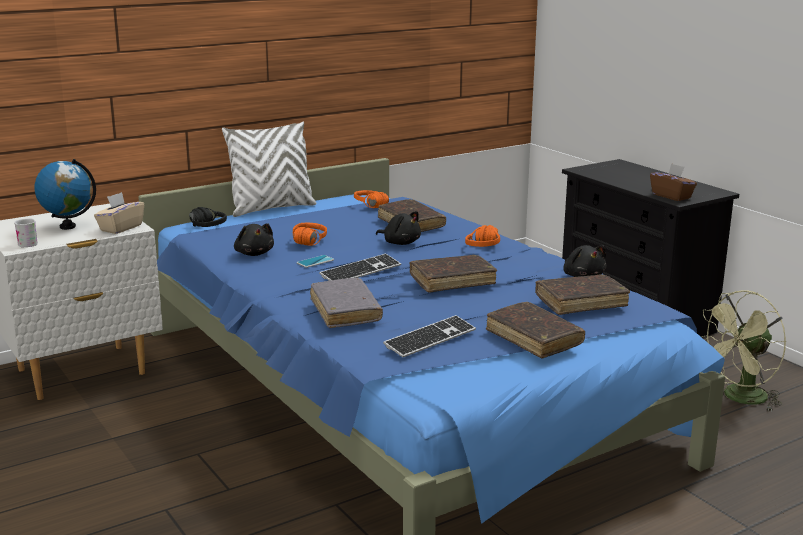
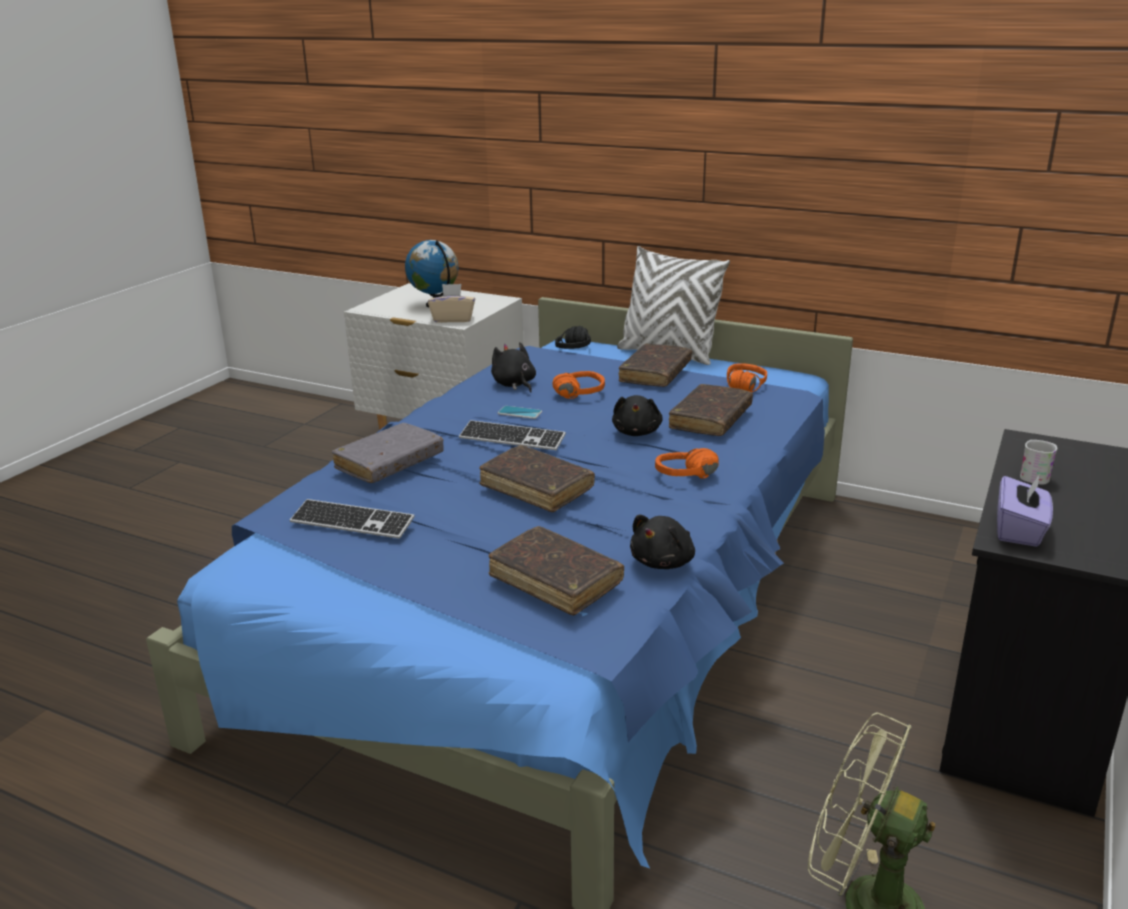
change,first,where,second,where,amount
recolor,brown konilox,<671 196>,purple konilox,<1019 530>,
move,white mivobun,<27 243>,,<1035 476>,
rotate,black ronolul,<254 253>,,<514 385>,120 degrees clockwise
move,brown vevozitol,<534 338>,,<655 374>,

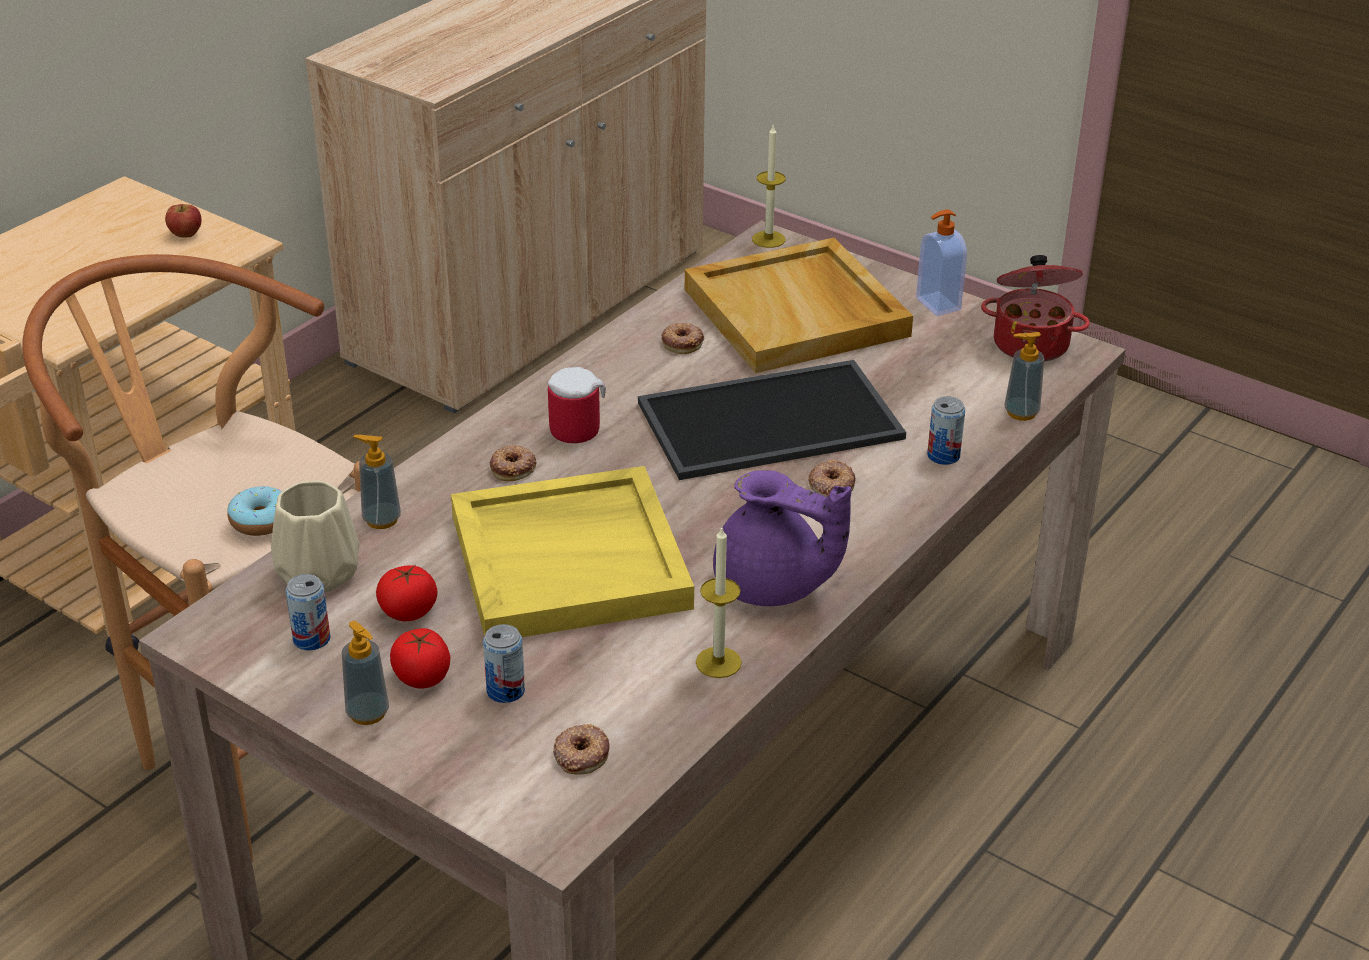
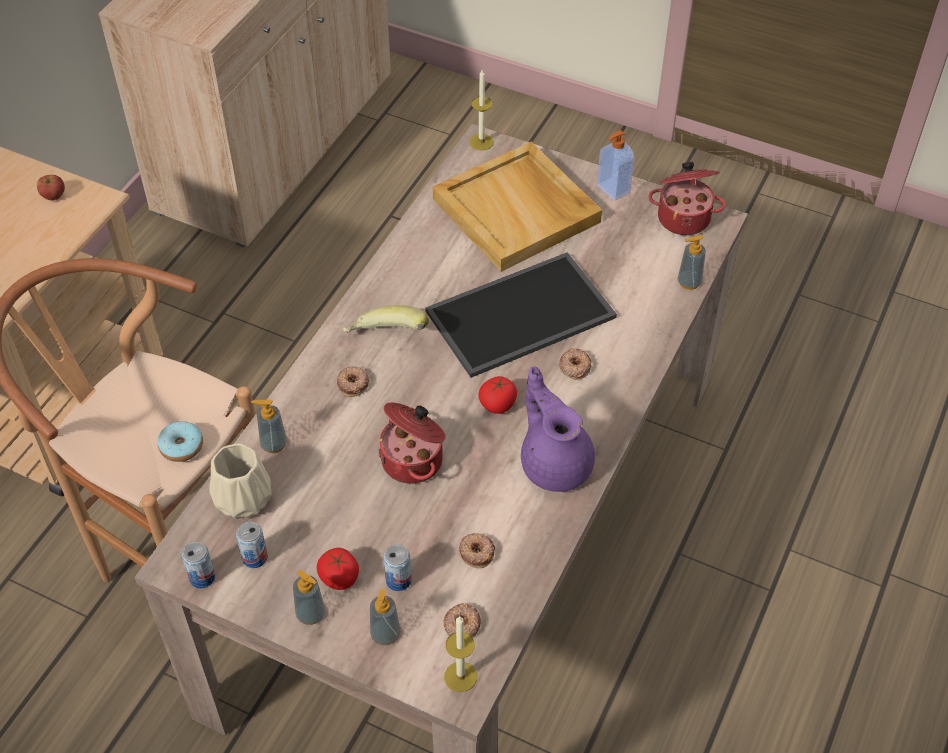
change,first,where,second,where,amount
move,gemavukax,<682 342>,,<477 552>,
replace,mivobun,<575 426>,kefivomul,<386 339>,
move,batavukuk,<943 456>,,<202 577>,
replace,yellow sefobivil,<571 559>,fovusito,<414 460>,
rotate,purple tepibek,<772 587>,,<555 463>,135 degrees counterclockwise
move,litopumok,<718 662>,,<460 676>,
move,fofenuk,<408 611>,,<497 404>,
insert,,,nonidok,<385 634>,

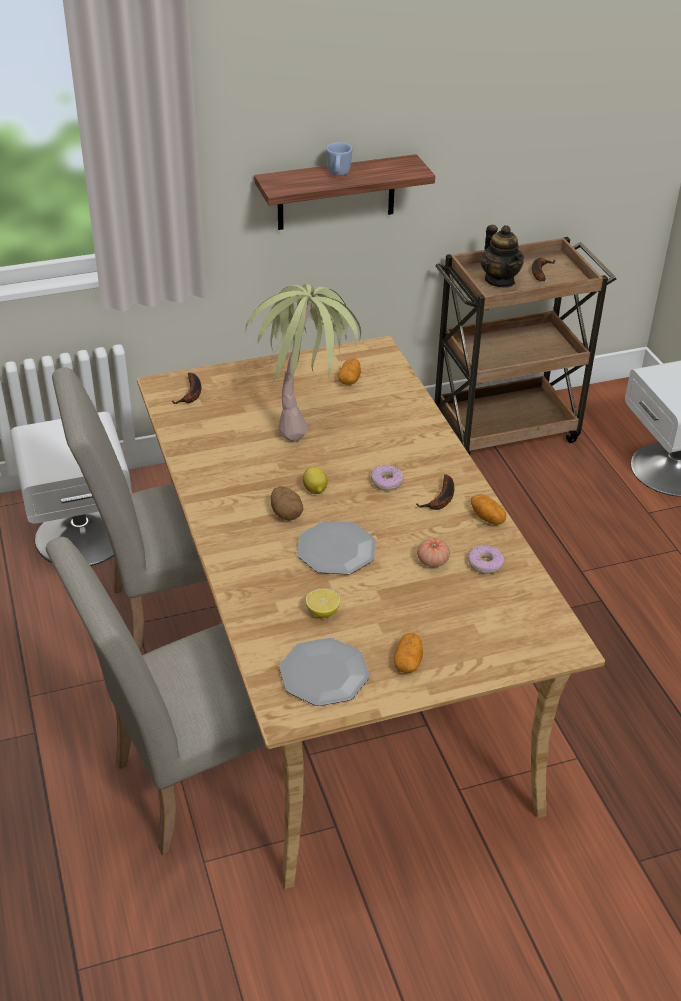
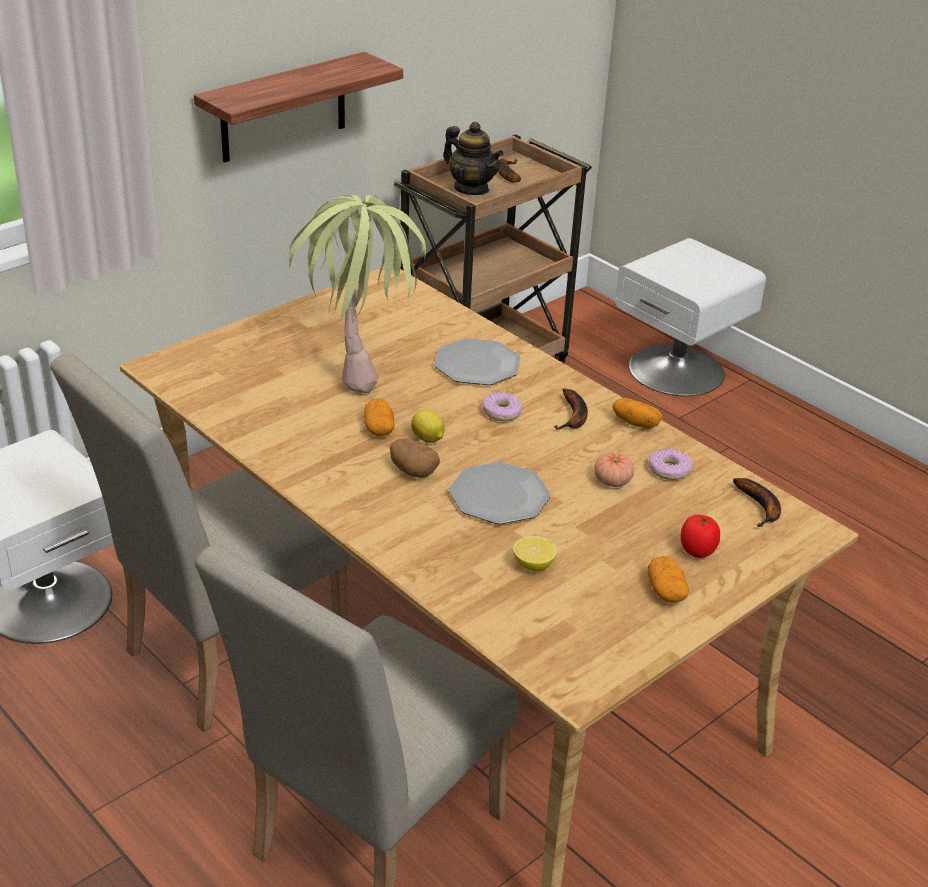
change,first,where,second,where,amount
delete,blue mivobun,<338 174>,,,
move,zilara,<349 379>,,<379 428>,
move,kefivomul,<191 394>,,<761 507>,
move,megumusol,<324 674>,,<477 365>,
insert,,,fofenuk,<697 551>,

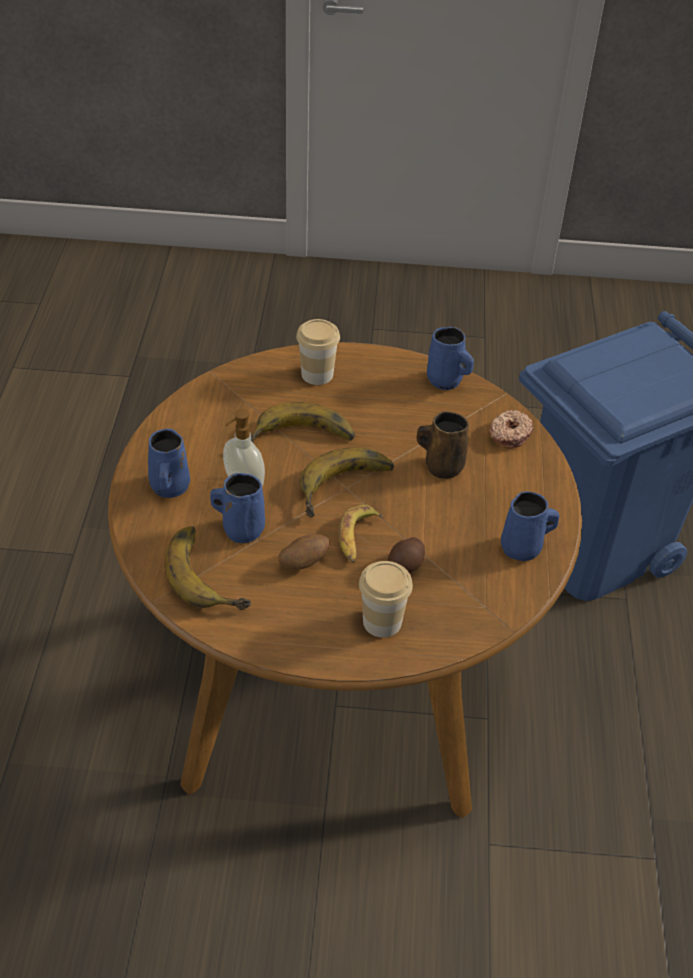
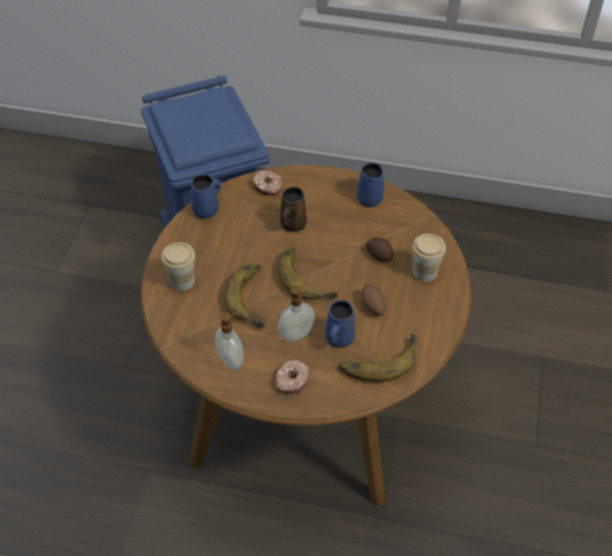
change,first,where,second,where,amount
replace,blue mivobun,<169 488>,gemavukax,<292 380>,
delete,kefivomul,<357 538>,,,
insert,,,nonidok,<231 360>,

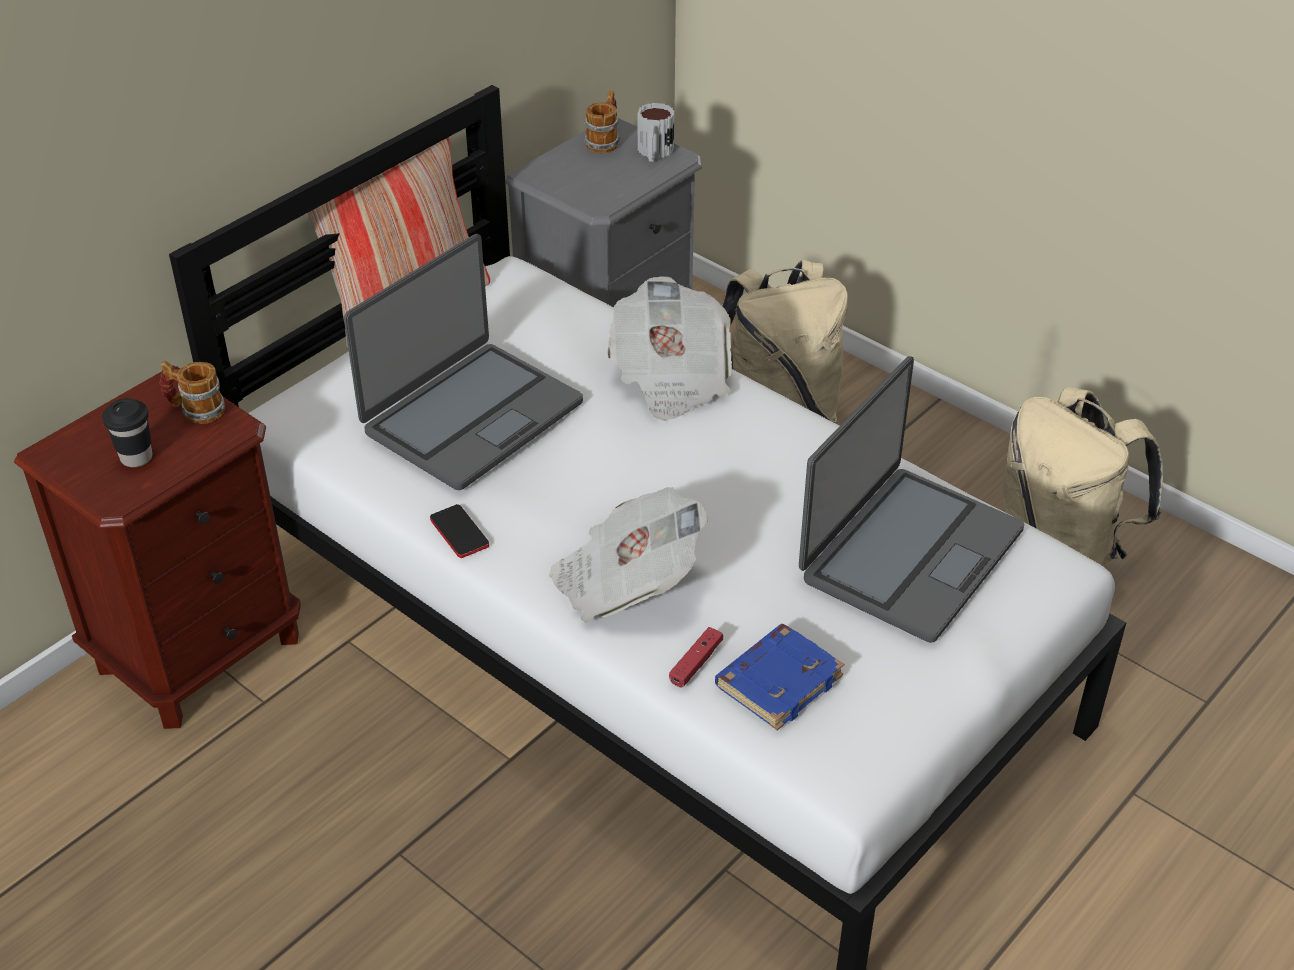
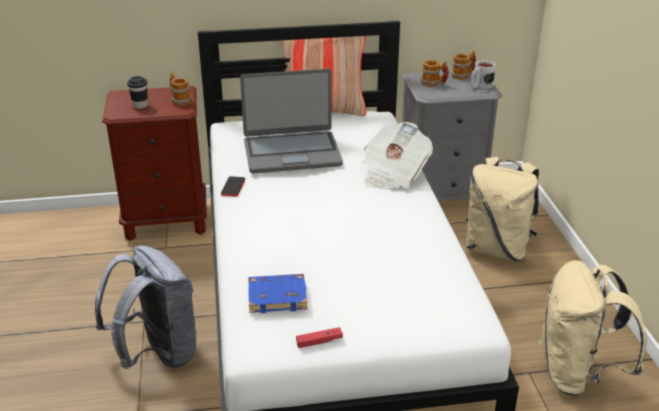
change,first,where,second,where,amount
delete,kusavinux,<909 554>,,,
delete,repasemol,<626 582>,,,
move,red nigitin,<696 663>,,<319 342>,
insert,,,mivobun,<434 83>,
insert,,,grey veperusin,<157 354>,

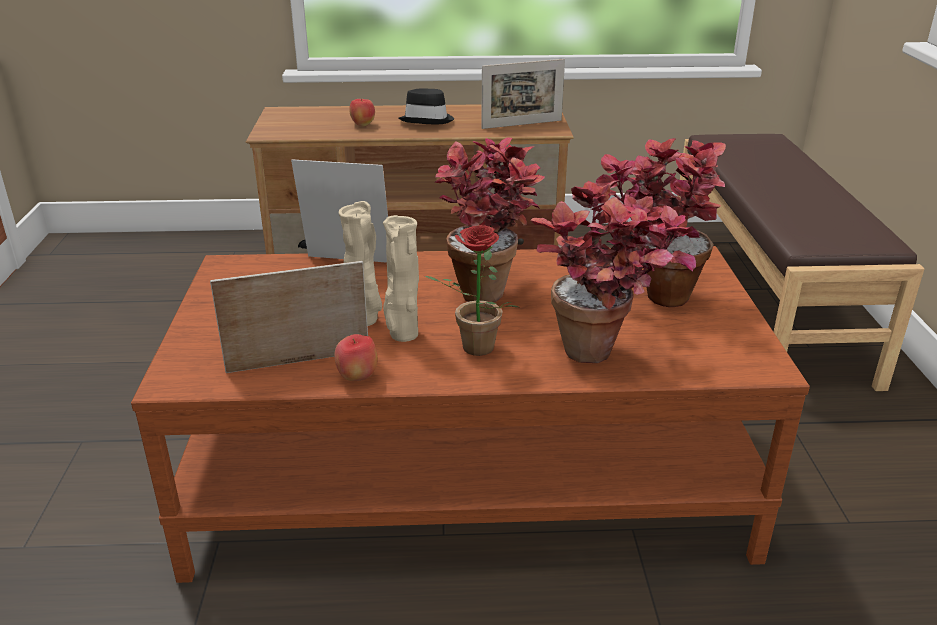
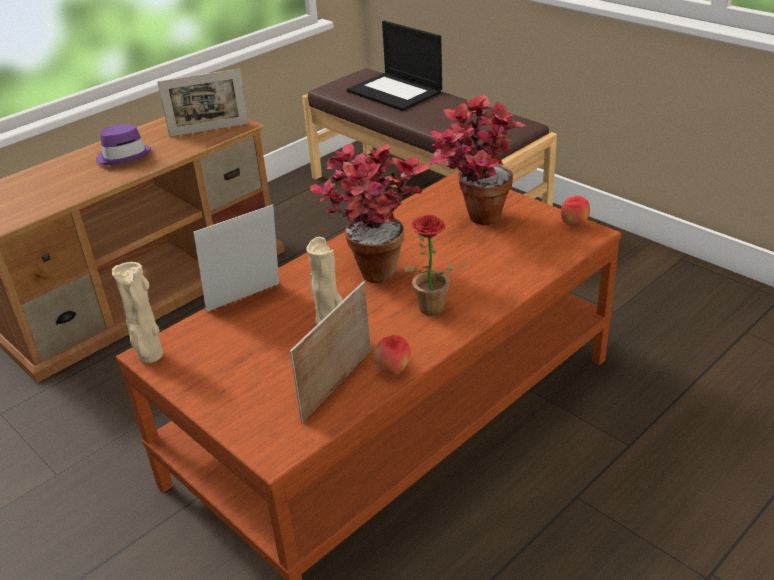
change,first,where,second,where,amount
rotate,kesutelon,<522 124>,,<209 129>,45 degrees clockwise
recolor,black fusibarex,<427 120>,purple fusibarex,<124 155>,
move,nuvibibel,<362 125>,,<574 224>,
delete,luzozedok,<604 358>,,,
move,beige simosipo,<403 335>,,<150 357>,
insert,,,kusavinux,<396 92>,

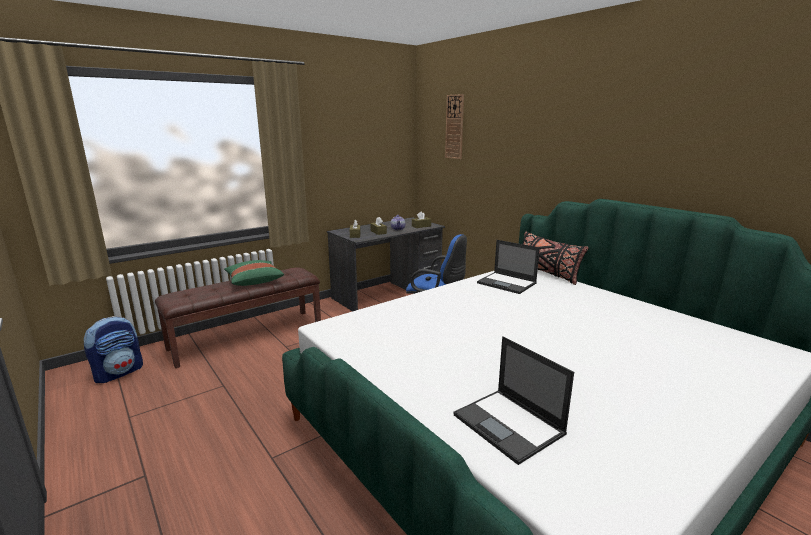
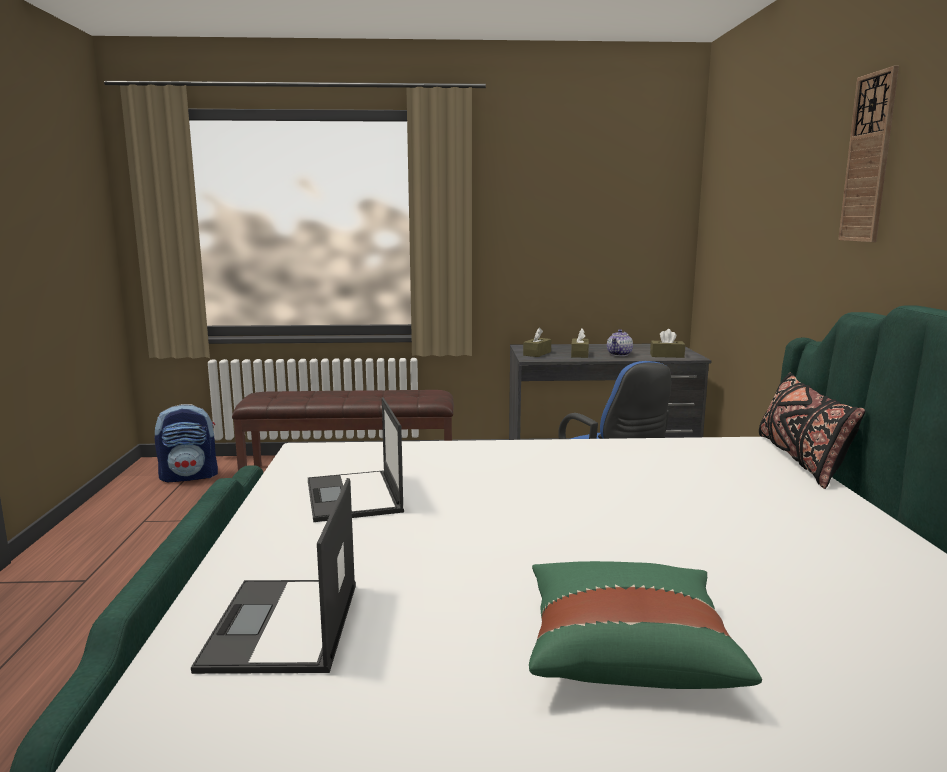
change,first,where,second,where,amount
move,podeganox,<454 127>,,<869 158>,
move,kusavinux,<507 283>,,<354 497>,
move,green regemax,<254 281>,,<627 652>,

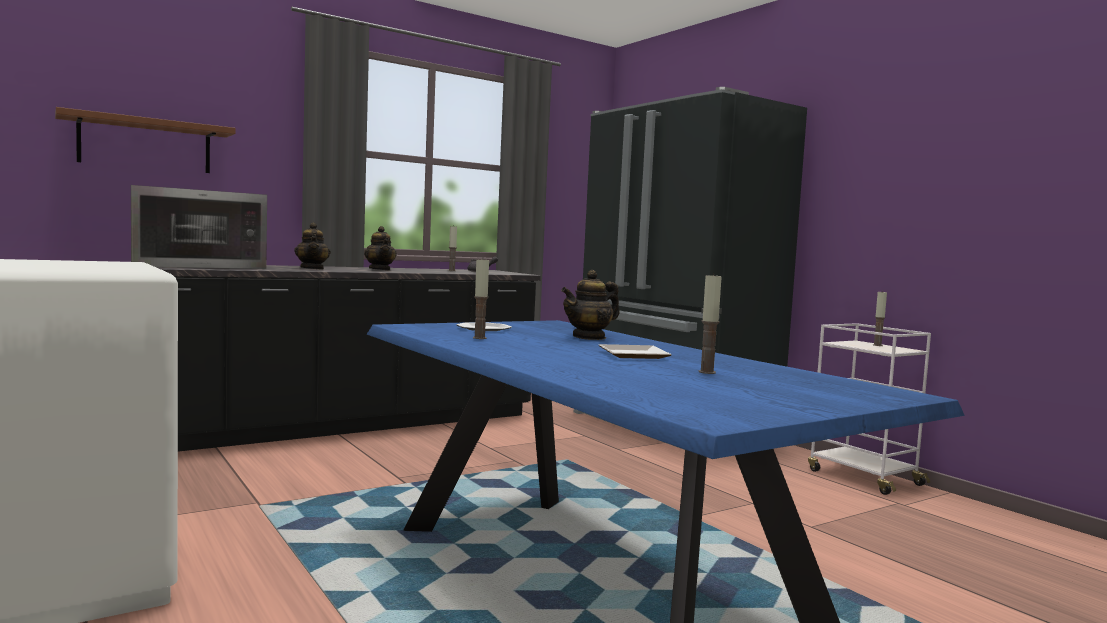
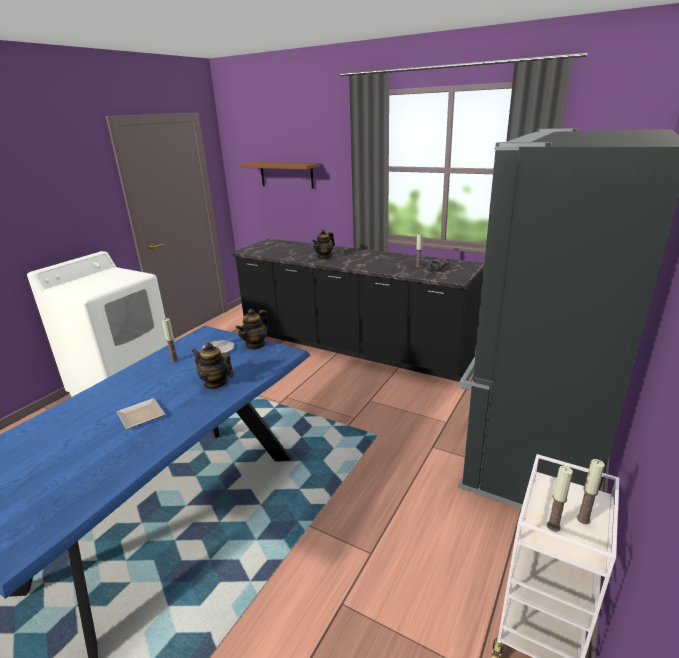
change,first,where,second,where,amount
delete,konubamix,<196 266>,,,
move,tepibek,<380 269>,,<255 345>,
move,litopumok,<707 372>,,<553 526>,

